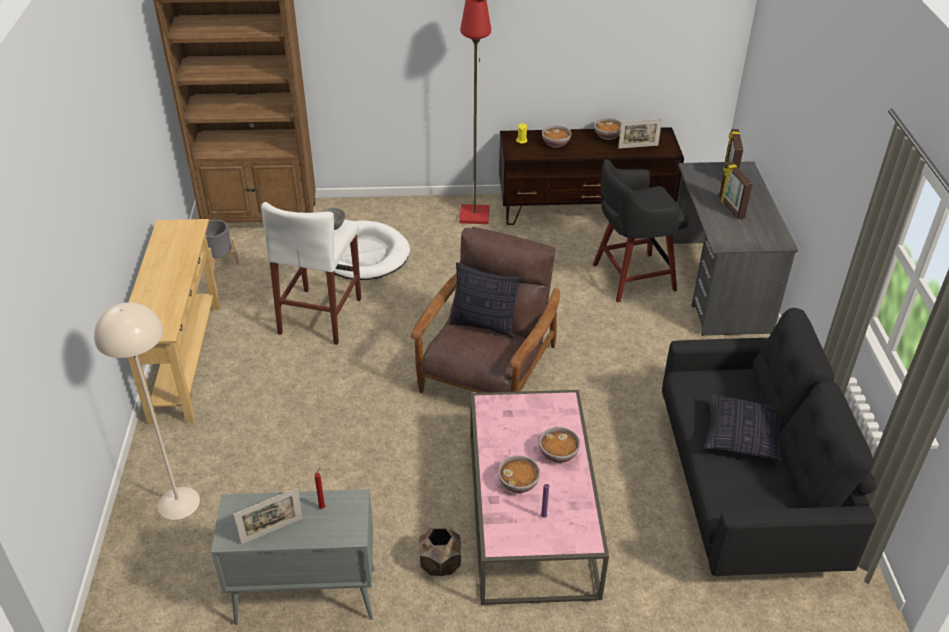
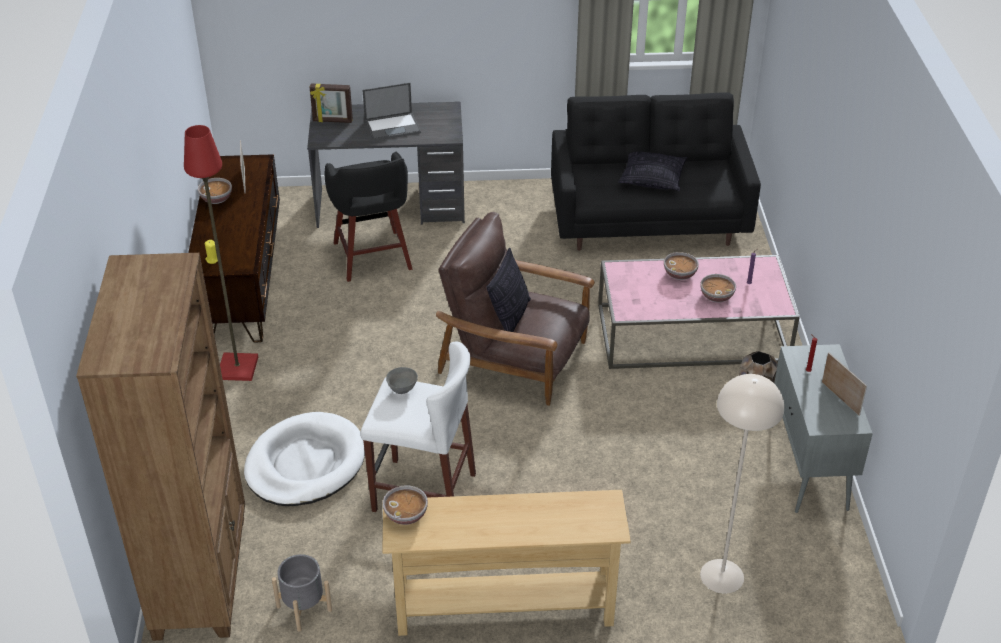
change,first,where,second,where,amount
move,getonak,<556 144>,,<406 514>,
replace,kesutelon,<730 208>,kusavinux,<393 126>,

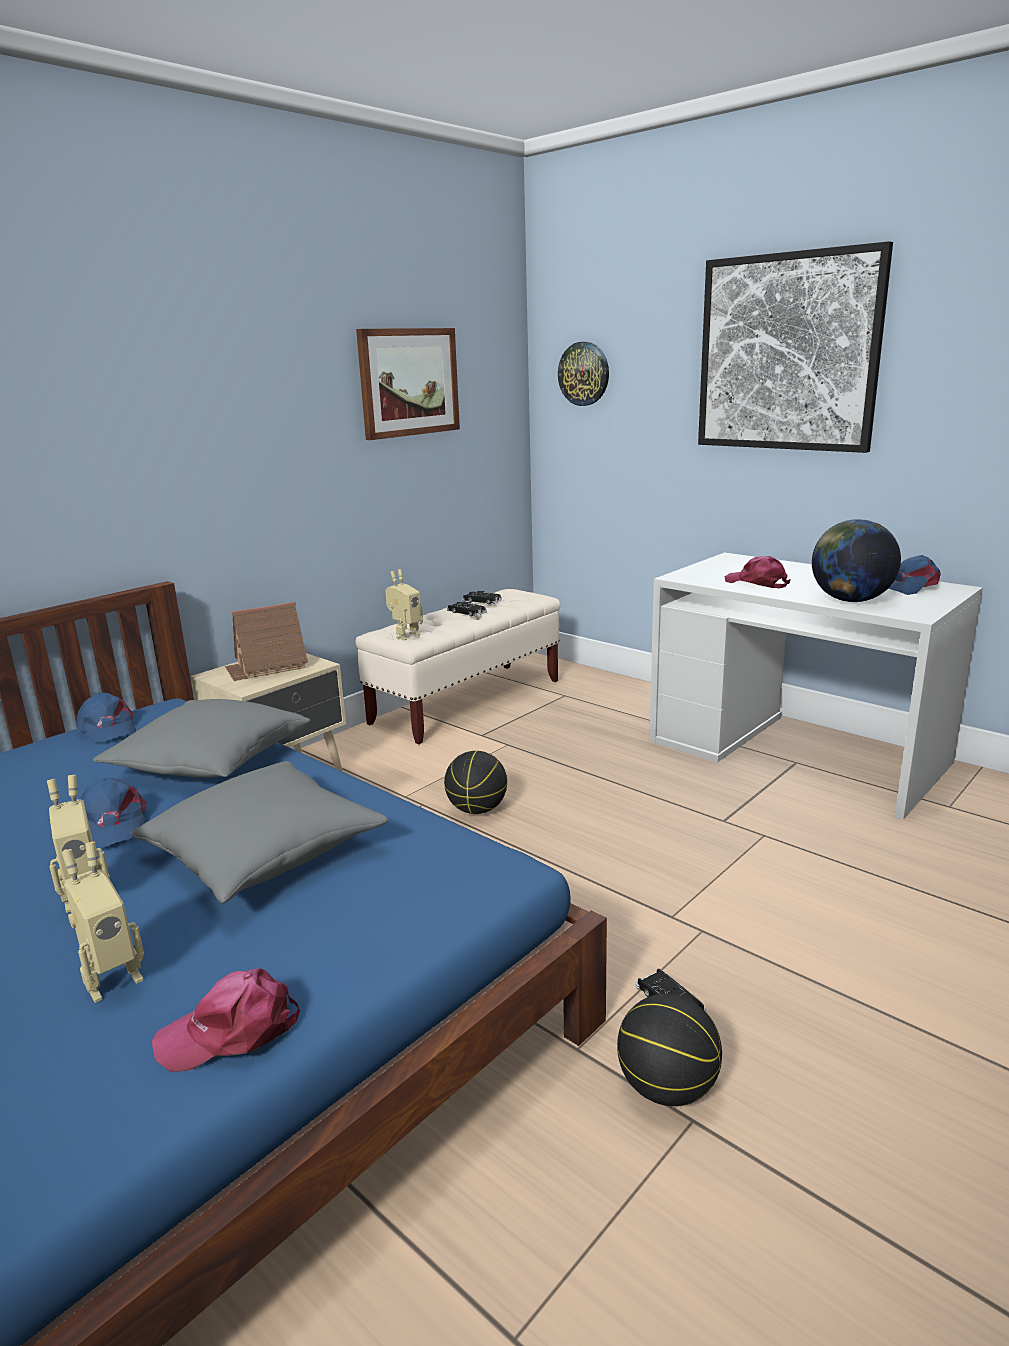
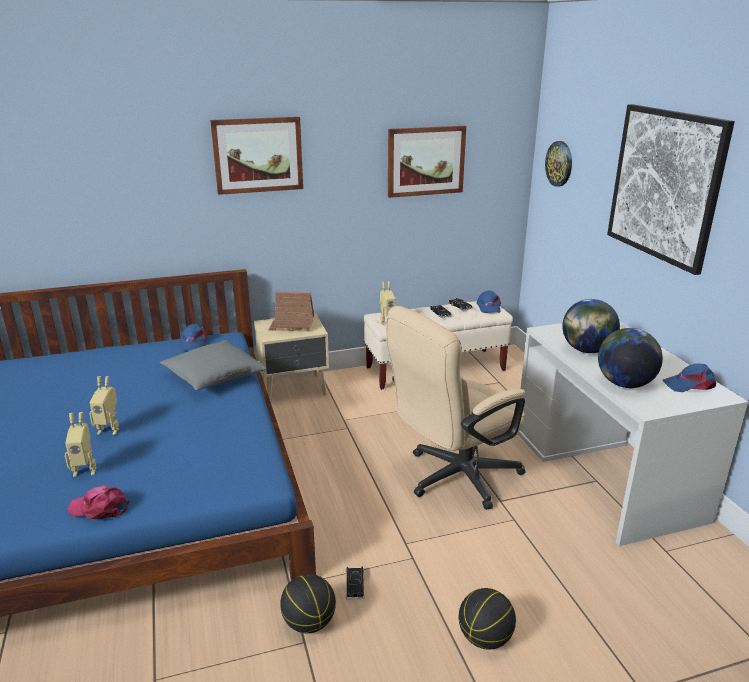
change,first,where,second,where,amount
replace,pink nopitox,<757 583>,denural,<586 350>,
move,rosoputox,<477 809>,,<485 638>,
delete,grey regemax,<264 854>,,,
move,blue nopitox,<112 824>,,<488 307>,
insert,,,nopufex,<258 155>,
insert,,,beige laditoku,<453 478>,

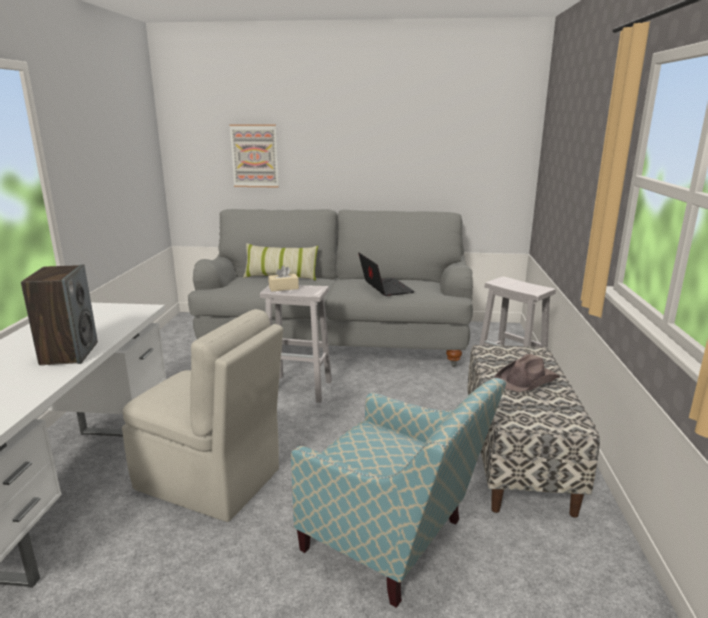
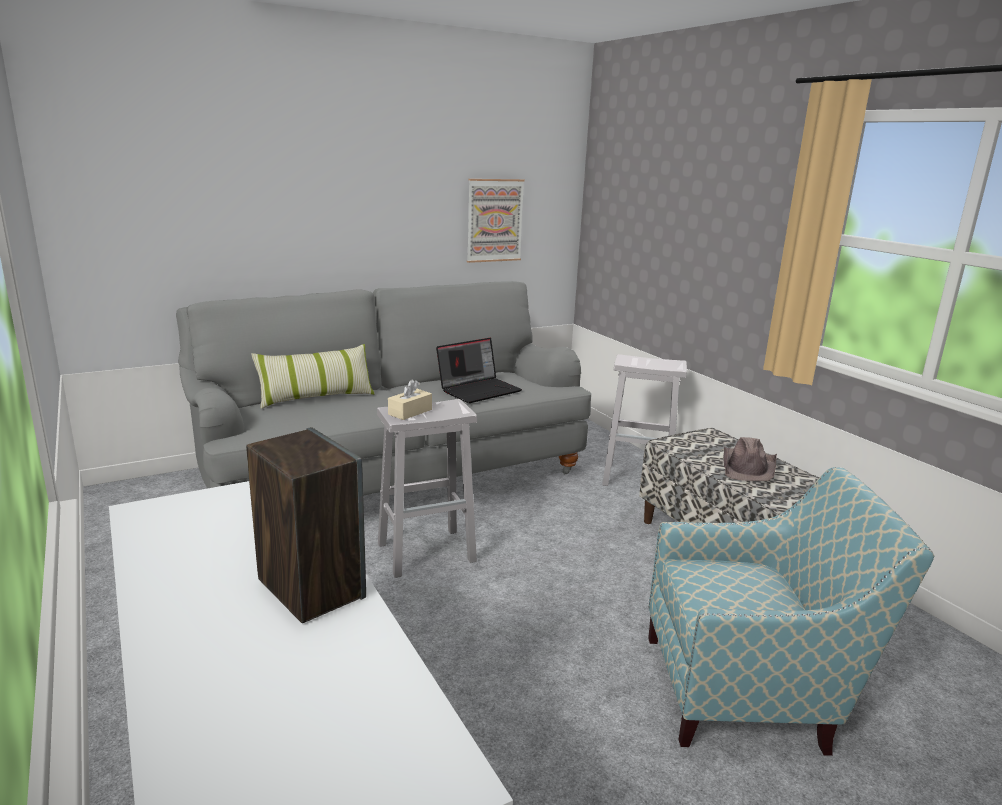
change,first,where,second,where,amount
move,nopufex,<254 156>,,<494 220>,
rotate,kusavinux,<384 288>,,<479 390>,105 degrees clockwise
delete,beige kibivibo,<211 480>,,,

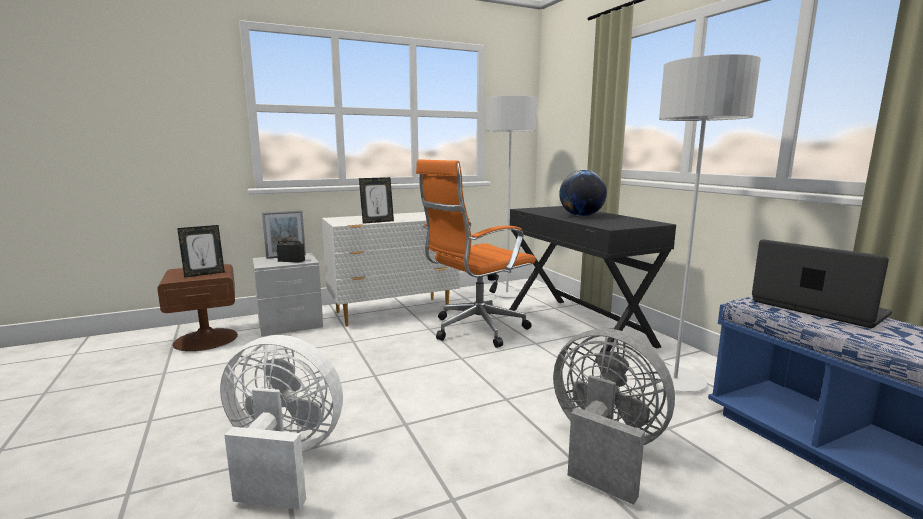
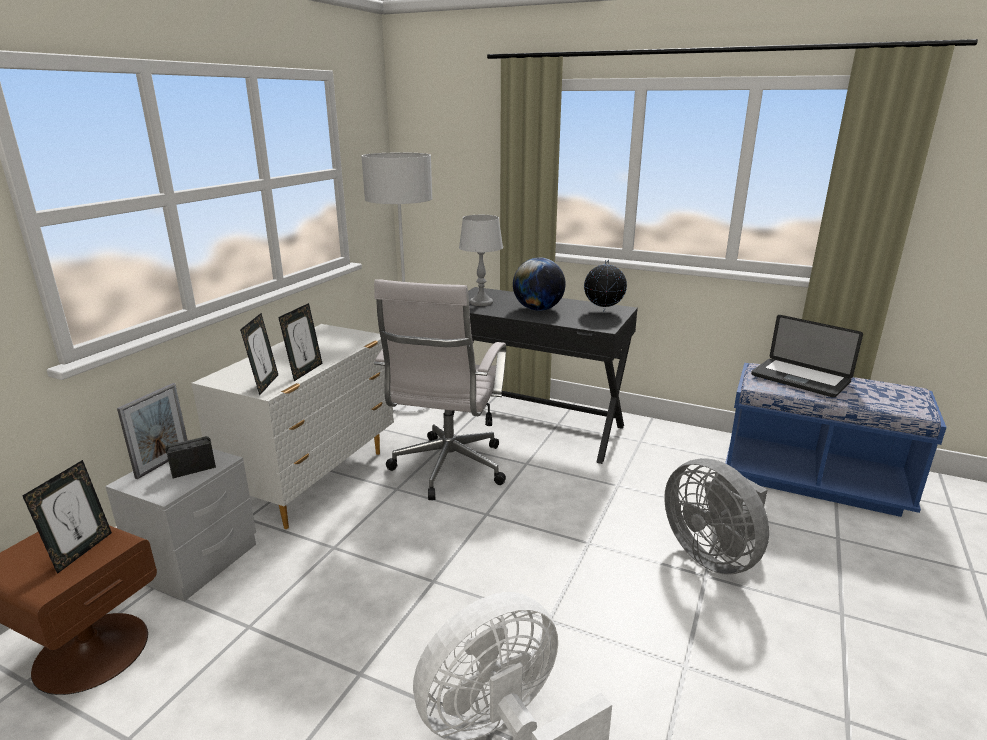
change,first,where,second,where,amount
delete,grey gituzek,<675 381>,,,
recolor,orange laditoku,<474 330>,white laditoku,<447 470>,
rotate,kusavinux,<817 308>,,<800 379>,150 degrees counterclockwise
rotate,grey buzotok,<604 450>,,<712 554>,120 degrees counterclockwise
insert,,,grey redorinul,<481 302>,
insert,,,denural,<603 311>,
insert,,,kesutelon,<265 384>,

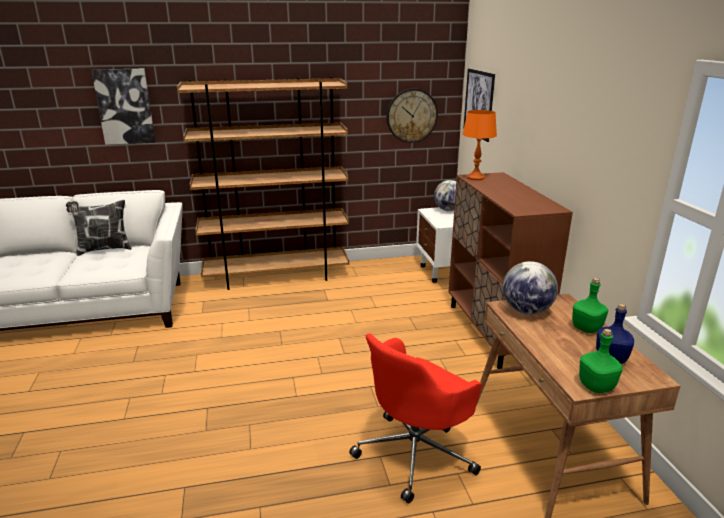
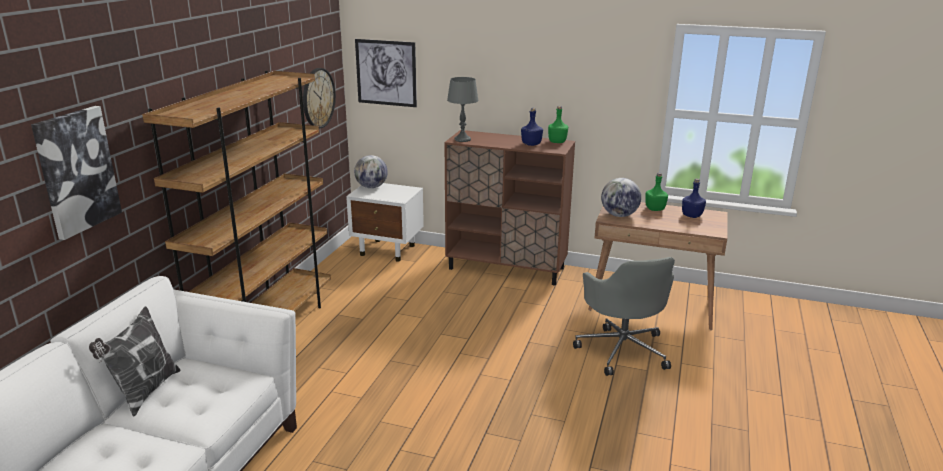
change,first,where,second,where,amount
recolor,orange redorinul,<475 177>,grey redorinul,<462 139>,
move,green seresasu,<595 386>,,<557 142>,
recolor,red laditoku,<416 453>,grey laditoku,<622 349>,
insert,,,blue seresasu,<531 144>,

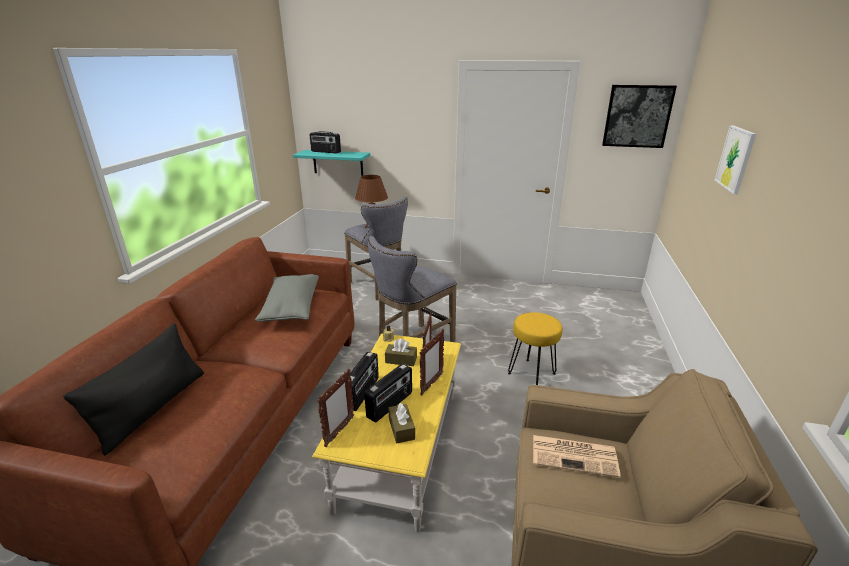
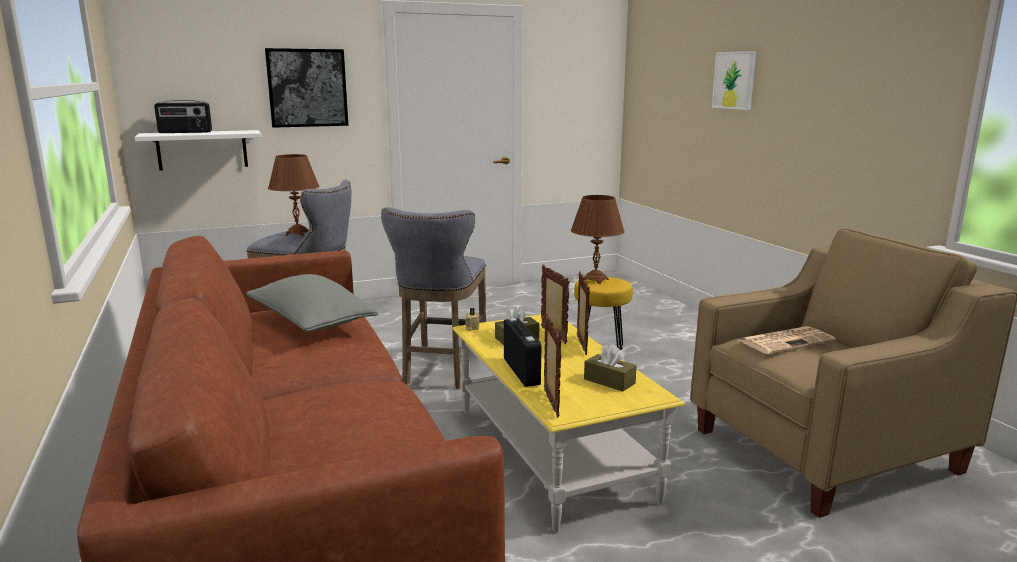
change,first,where,second,where,amount
move,nopufex,<637 116>,,<307 88>,
recolor,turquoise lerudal,<338 162>,white lerudal,<202 150>,
delete,black regemax,<153 408>,,,
delete,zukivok,<390 405>,,,
insert,,,brown redorinul,<595 280>,

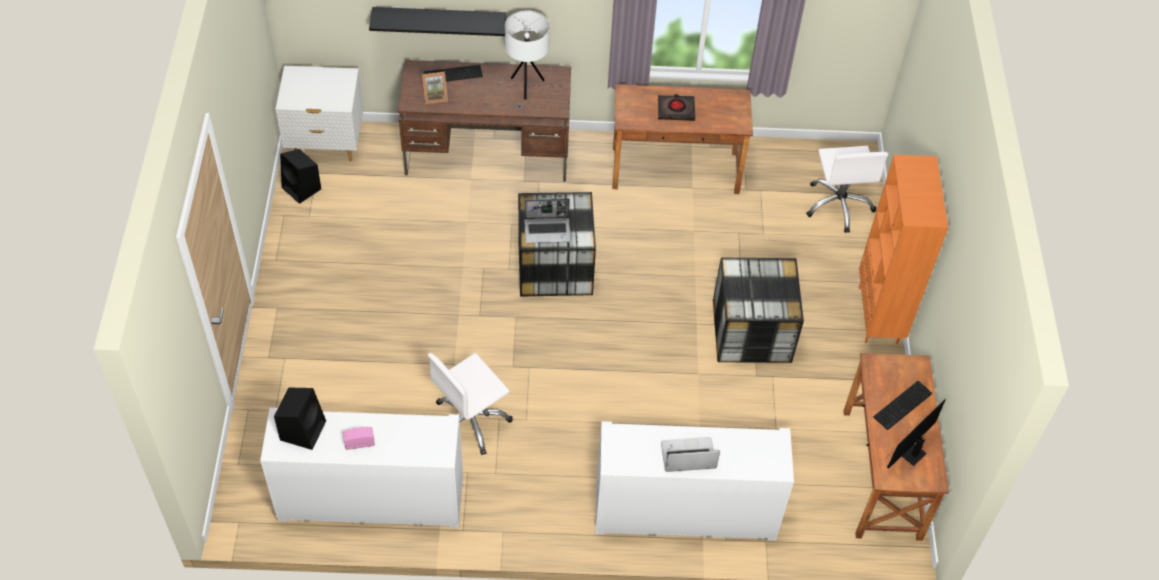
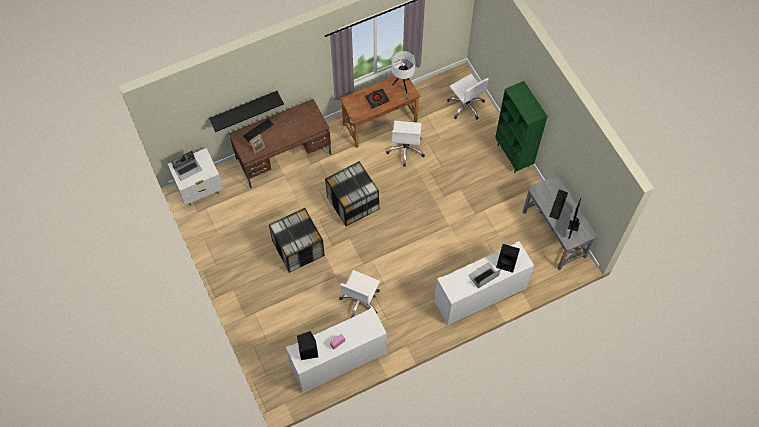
change,first,where,second,where,amount
move,white redorinul,<526 88>,,<402 87>,
move,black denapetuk,<302 188>,,<507 262>,
recolor,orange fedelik,<879 315>,green fedelik,<513 156>,
move,kusavinux,<548 230>,,<188 169>,
move,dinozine,<750 332>,,<298 249>,
recolor,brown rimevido,<882 474>,grey rimevido,<554 234>,
insert,,,white laditoku,<406 149>,

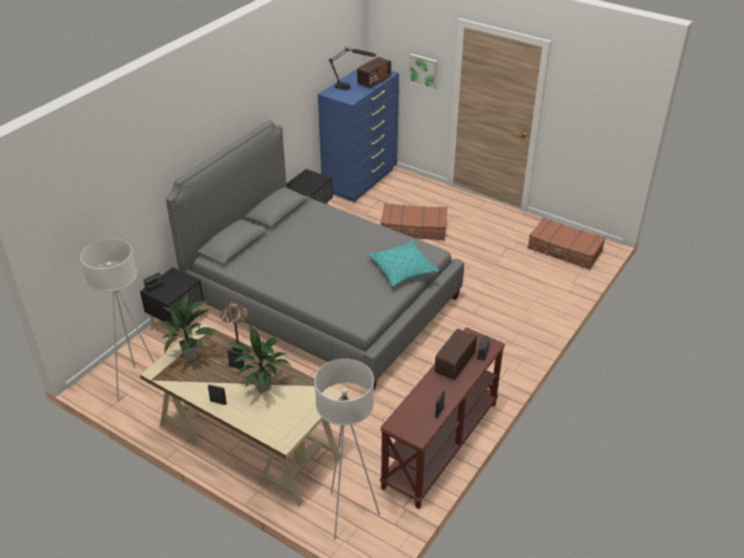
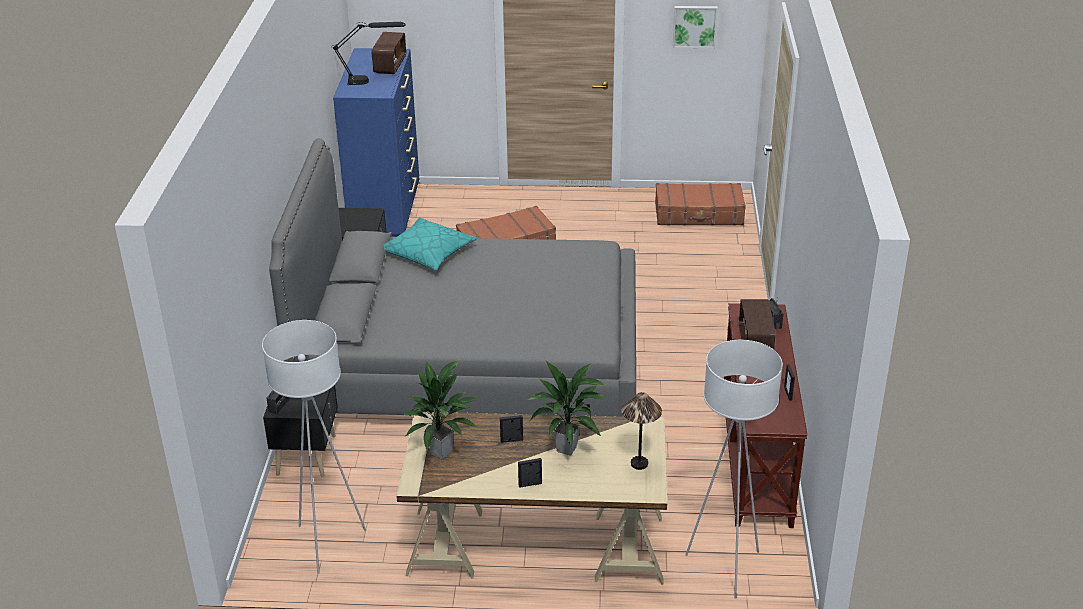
change,first,where,second,where,amount
move,nopufex,<423 71>,,<694 26>,
move,turquoise regemax,<402 269>,,<427 252>,
move,redorinul,<238 349>,,<639 464>,

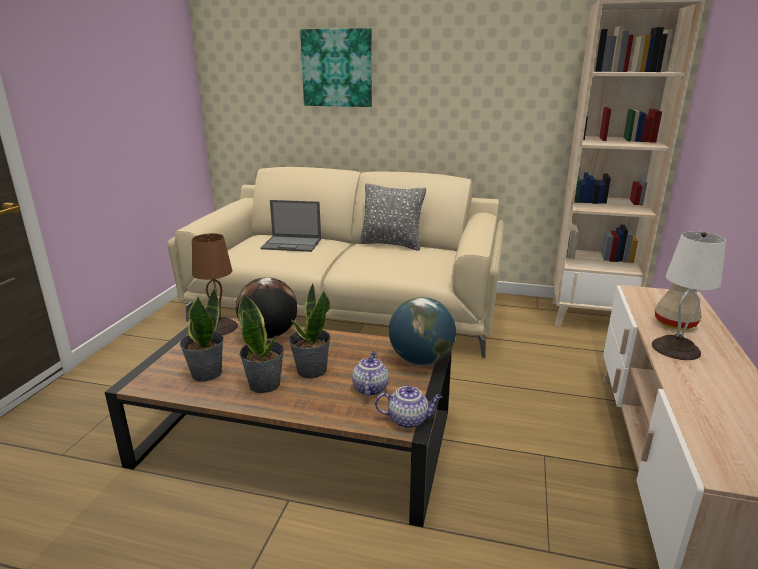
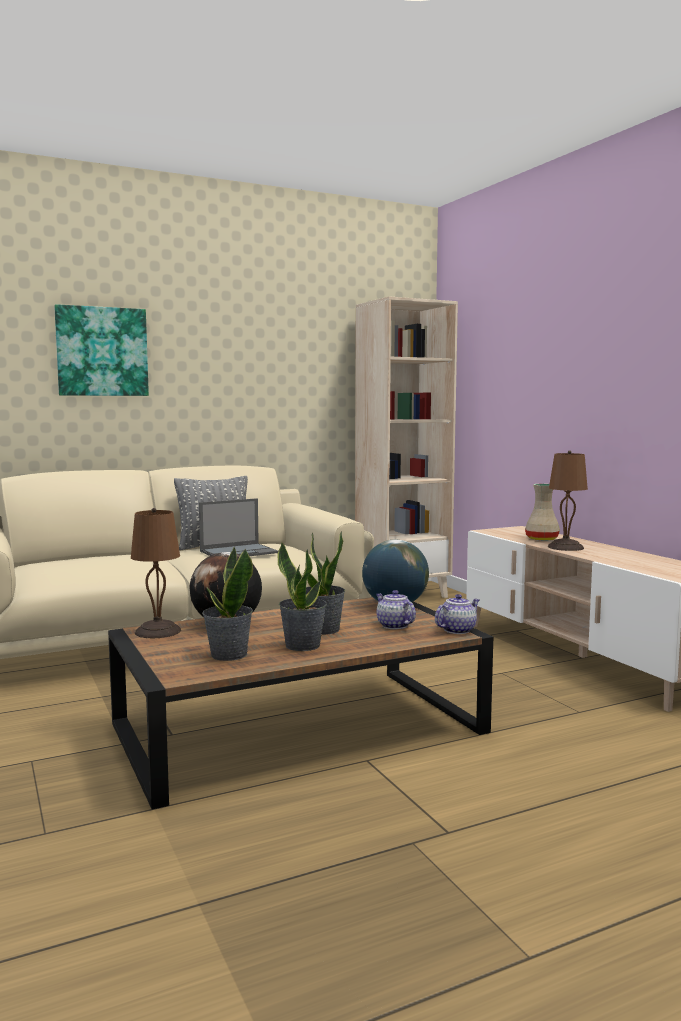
change,first,where,second,where,amount
move,kusavinux,<292 244>,,<239 552>,
recolor,white redorinul,<677 349>,brown redorinul,<566 547>,

